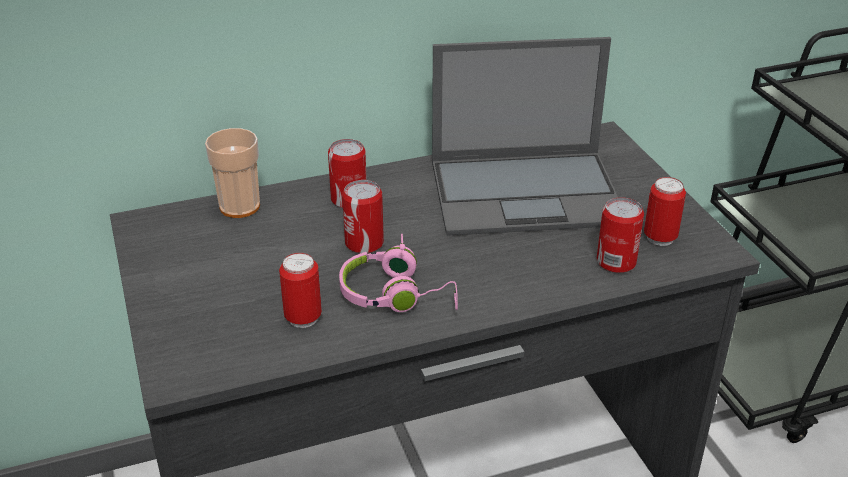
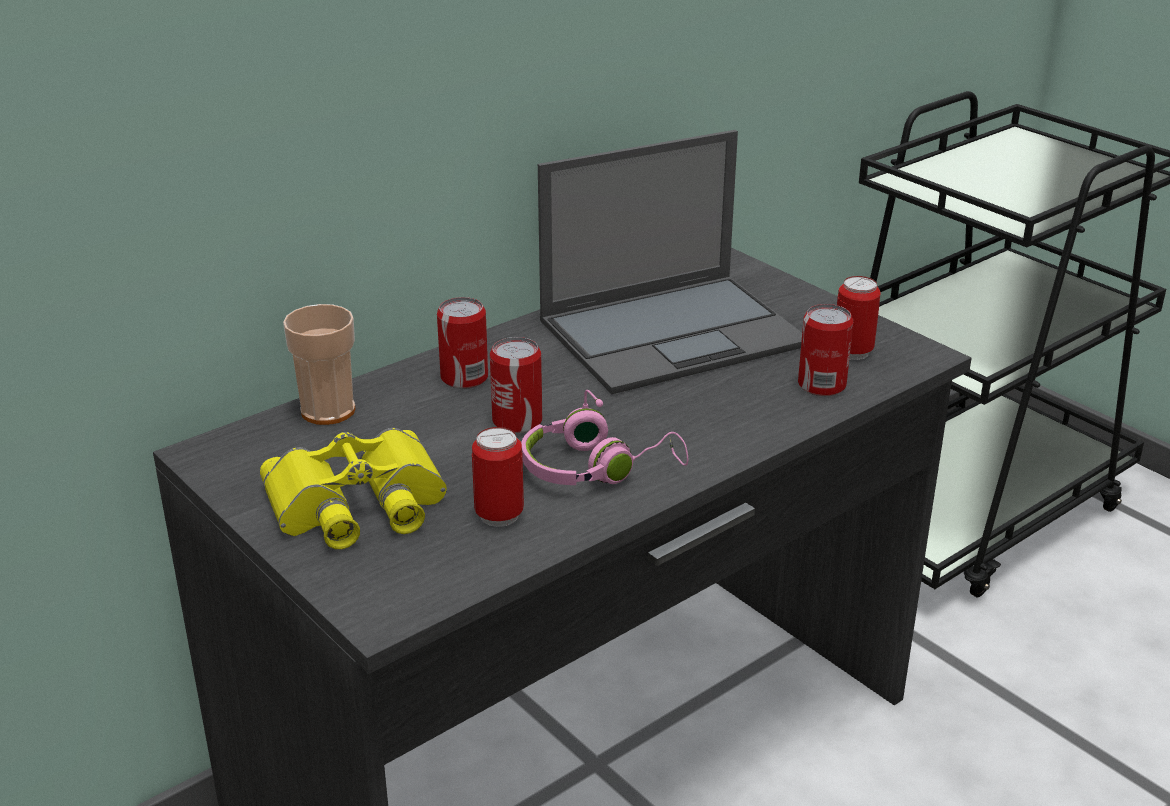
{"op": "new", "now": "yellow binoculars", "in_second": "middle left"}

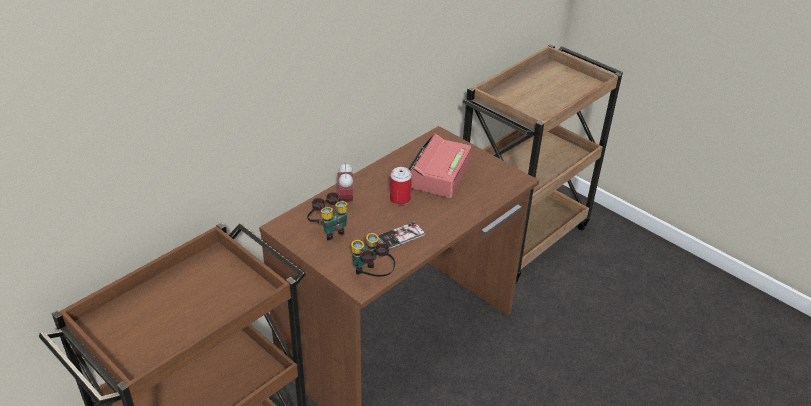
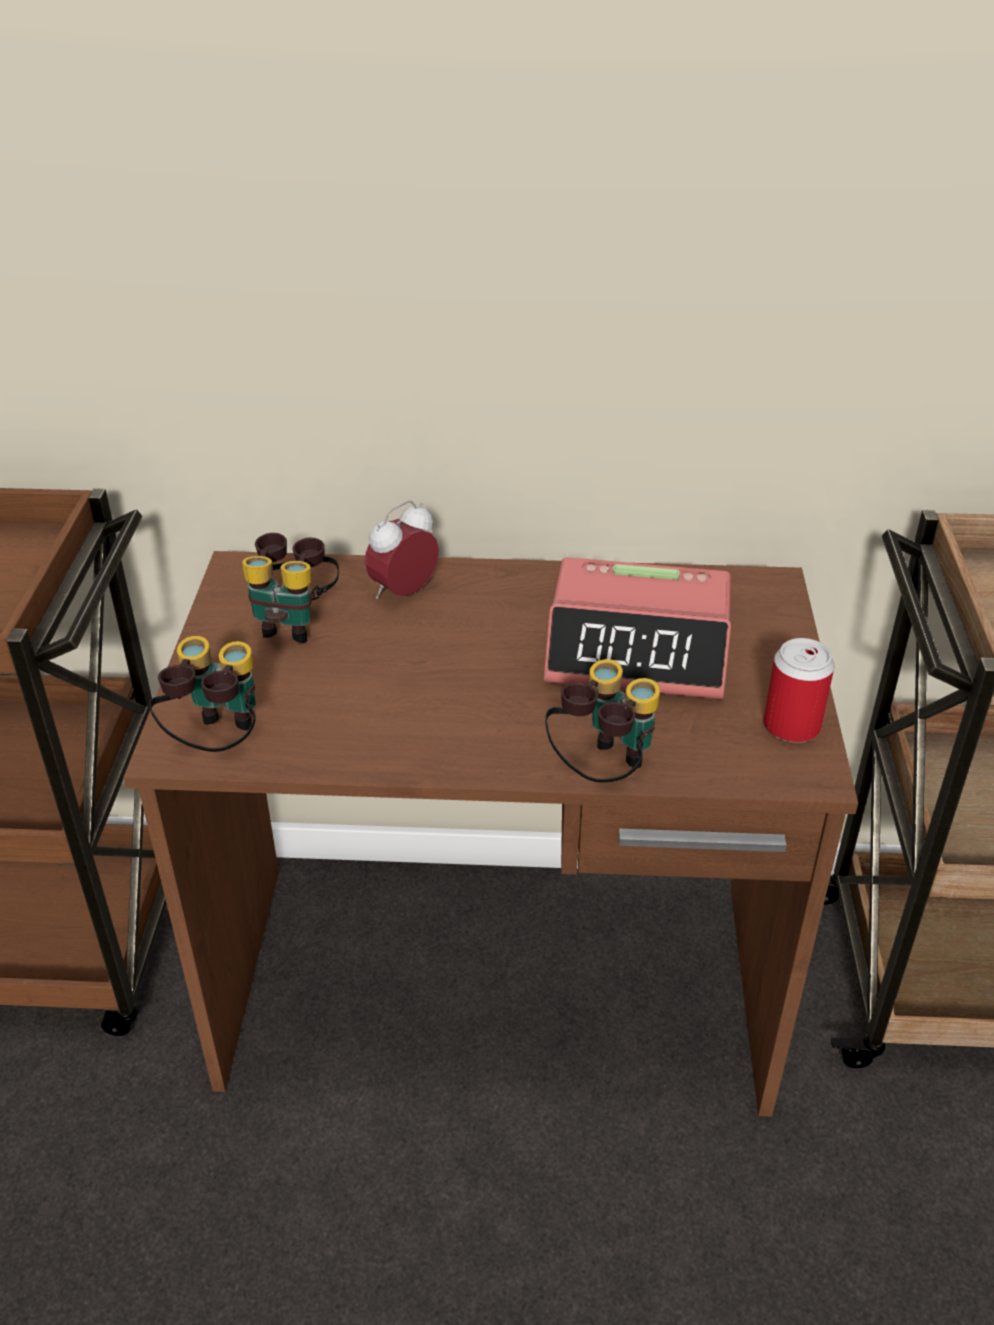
{"op": "gone", "was": "phone", "in_first": "centre"}
{"op": "shifted", "was": "can", "in_first": "centre", "in_second": "middle right"}
{"op": "rotated", "was": "alarm clock (no. 2 from left)", "in_first": "centre", "in_second": "centre", "clockwise": -150}
{"op": "new", "now": "binoculars (no. 3 from left)", "in_second": "centre"}

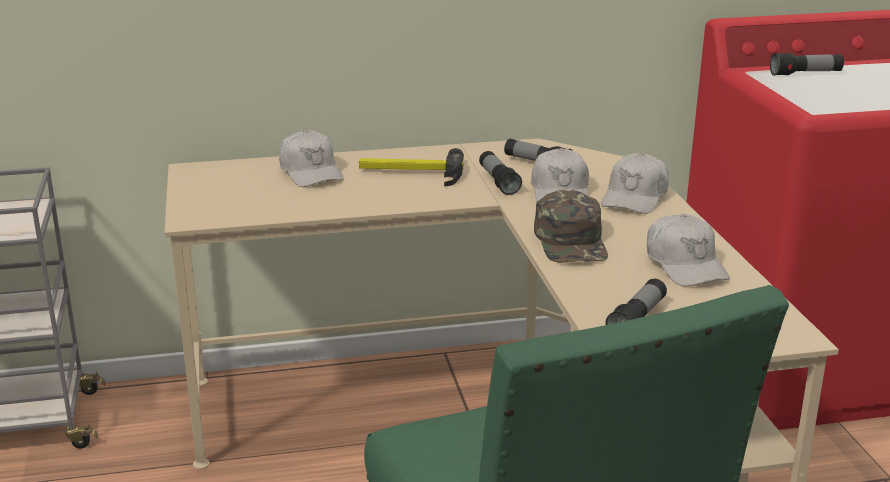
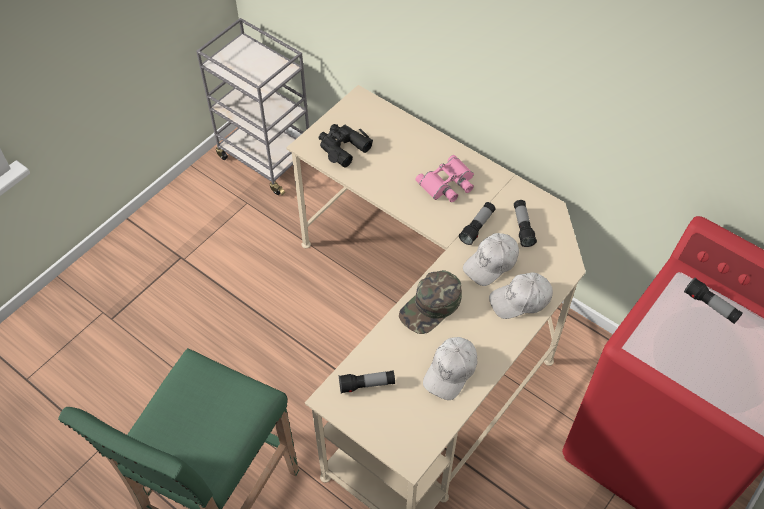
{"op": "gone", "was": "white cap (no. 1 from left)", "in_first": "top centre"}
{"op": "swapped", "was": "hammer", "now": "pink binoculars", "in_first": "centre", "in_second": "centre"}
{"op": "new", "now": "black binoculars", "in_second": "top centre"}

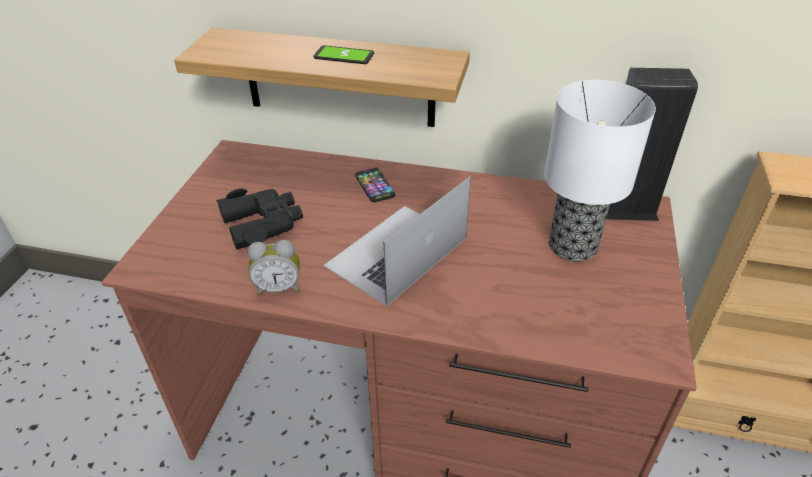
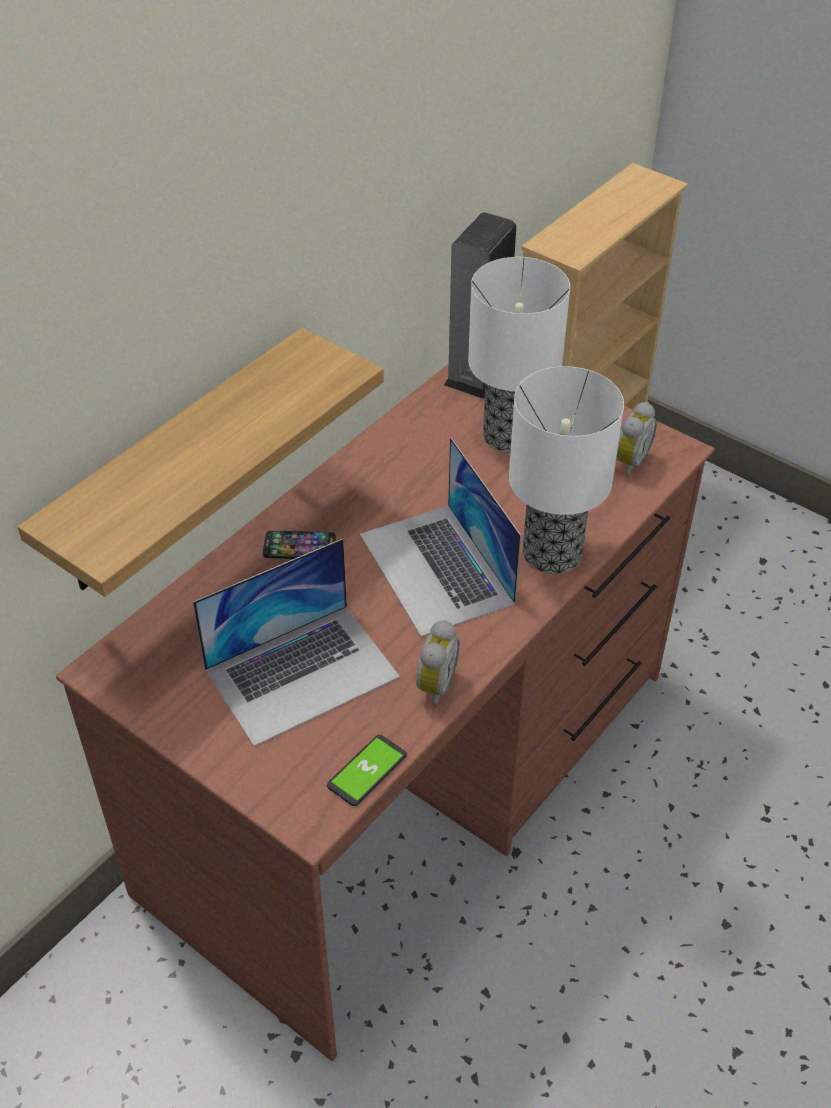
{"op": "swapped", "was": "black binoculars", "now": "laptop (no. 1 from left)", "in_first": "middle left", "in_second": "centre"}
{"op": "shifted", "was": "phone (no. 1 from left in the first image)", "now": "phone (no. 2 from left)", "in_first": "top centre", "in_second": "bottom centre"}
{"op": "new", "now": "table lamp (no. 2 from left)", "in_second": "middle right"}
{"op": "new", "now": "alarm clock (no. 2 from left)", "in_second": "middle right"}

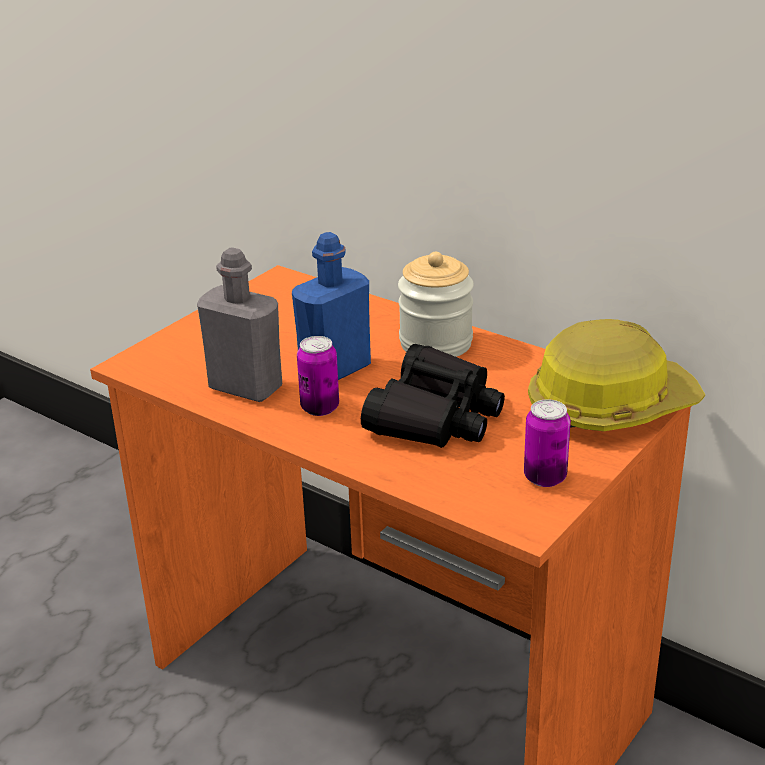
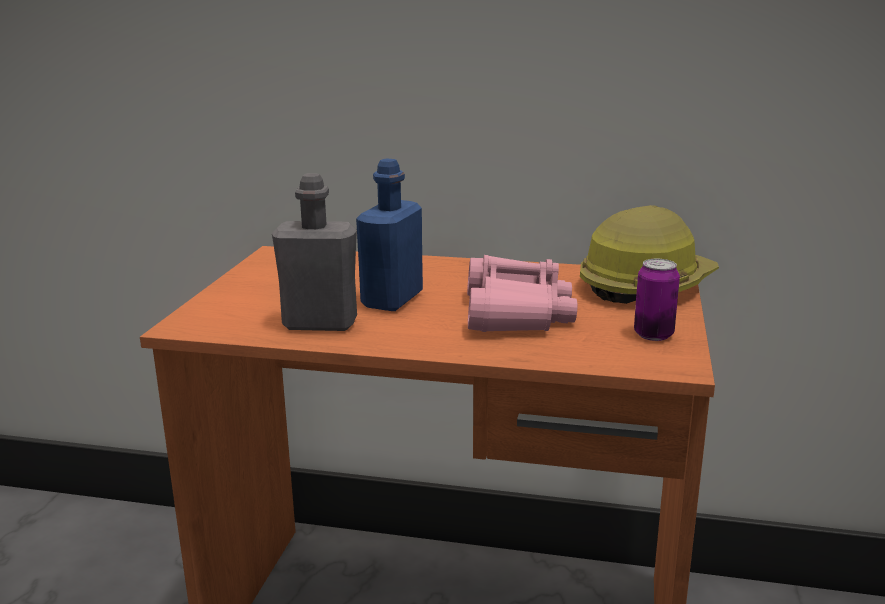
{"op": "gone", "was": "can (no. 1 from left)", "in_first": "centre"}
{"op": "repainted", "was": "black binoculars", "now": "pink binoculars", "in_first": "centre", "in_second": "centre"}
{"op": "gone", "was": "jar", "in_first": "centre"}

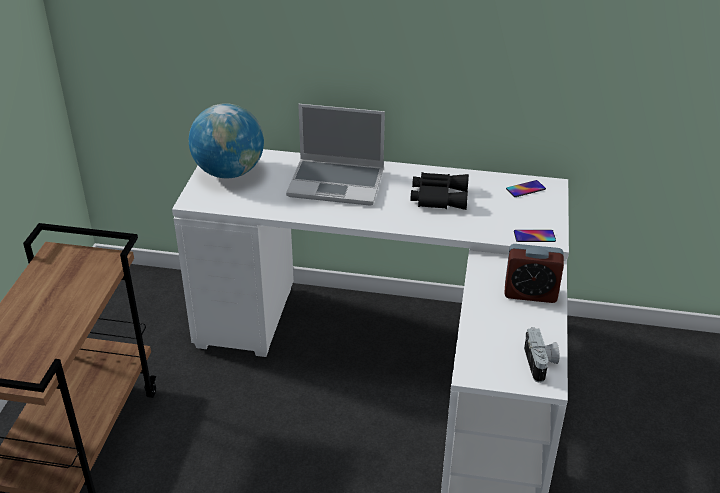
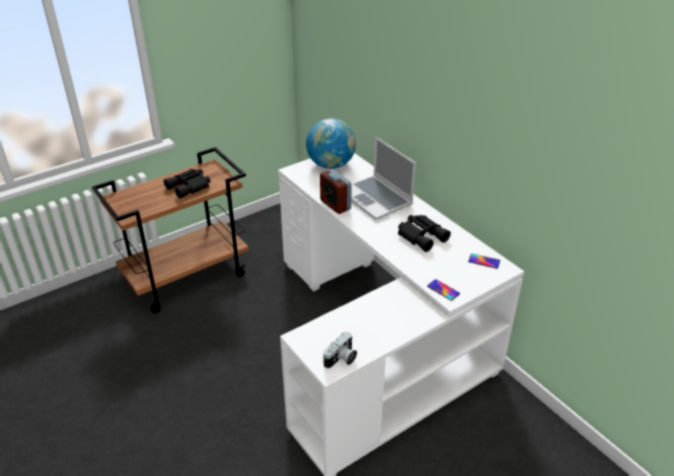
{"op": "shifted", "was": "alarm clock", "in_first": "middle right", "in_second": "centre"}
{"op": "new", "now": "black binoculars (no. 1 from left)", "in_second": "middle left"}

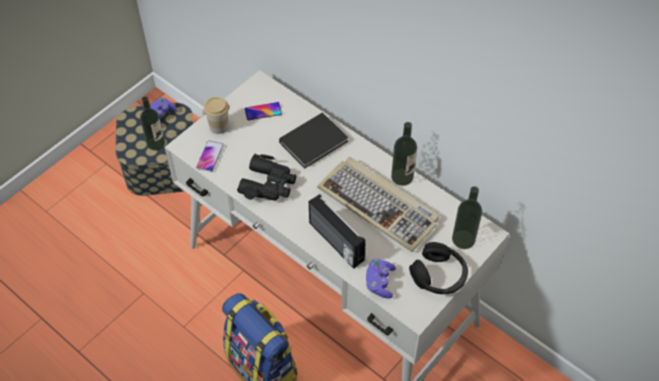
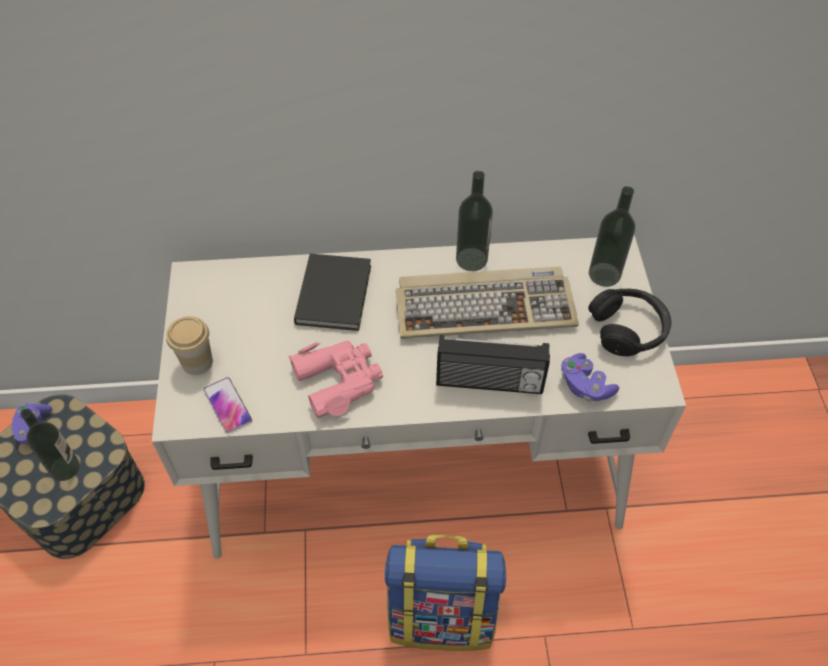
{"op": "repainted", "was": "black binoculars", "now": "pink binoculars", "in_first": "centre", "in_second": "centre"}
{"op": "gone", "was": "phone (no. 2 from left)", "in_first": "top centre"}

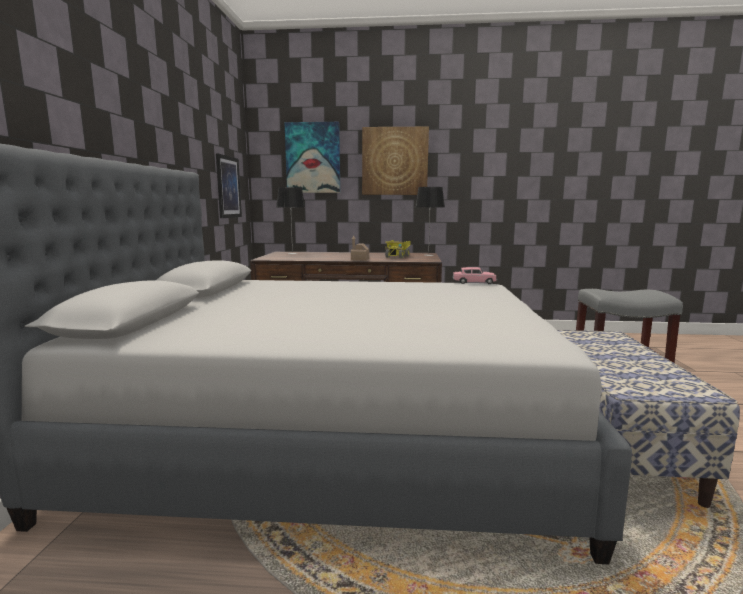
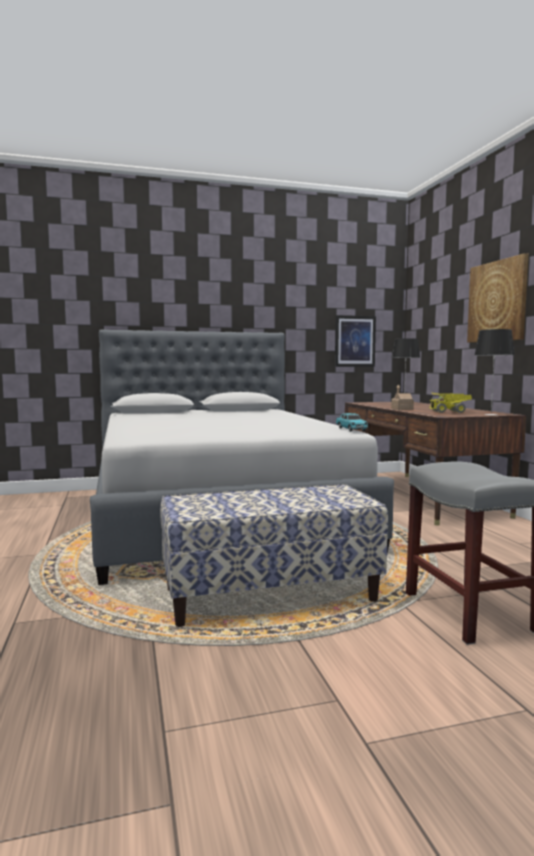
{"op": "gone", "was": "picture (no. 2 from left)", "in_first": "top centre"}
{"op": "repainted", "was": "pink toy car", "now": "turquoise toy car", "in_first": "centre", "in_second": "centre"}

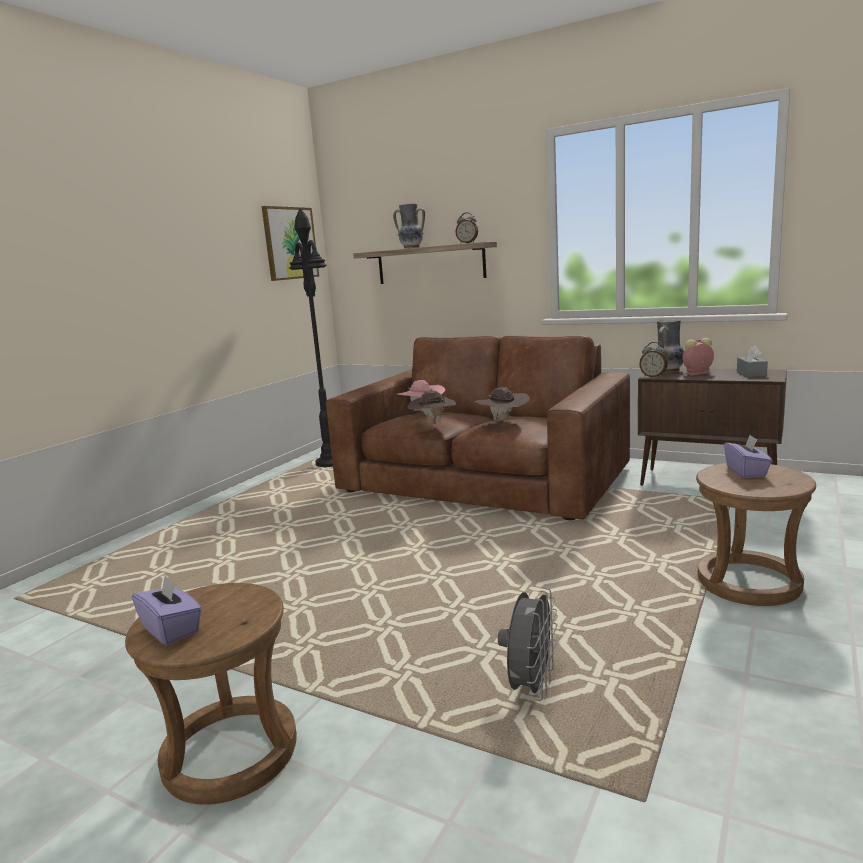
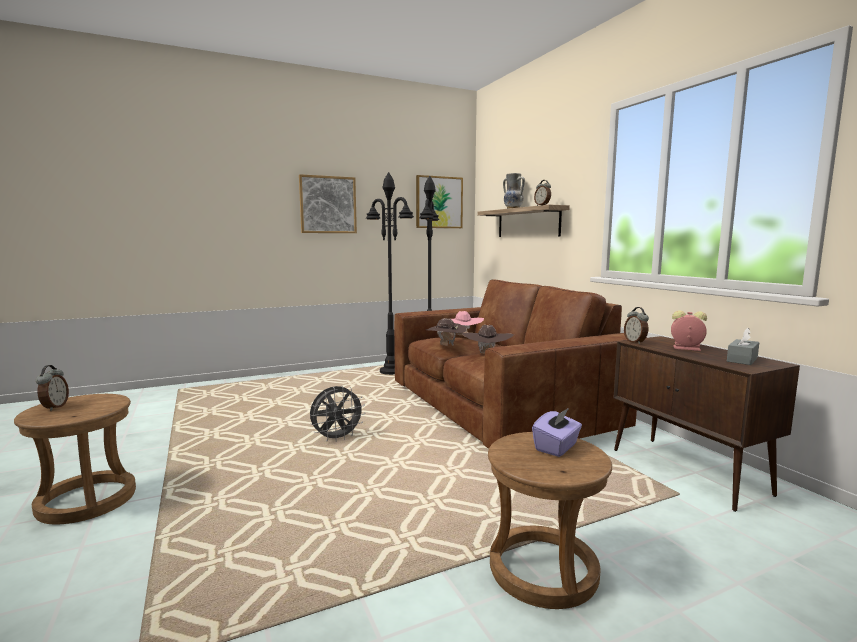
{"op": "swapped", "was": "purple tissue box (no. 1 from left)", "now": "alarm clock (no. 1 from left)", "in_first": "bottom left", "in_second": "middle left"}
{"op": "shifted", "was": "grey fan", "in_first": "bottom centre", "in_second": "centre"}
{"op": "gone", "was": "vase (no. 2 from left)", "in_first": "middle right"}
{"op": "new", "now": "picture (no. 1 from left)", "in_second": "top centre"}
{"op": "new", "now": "black floor lamp (no. 1 from left)", "in_second": "centre"}

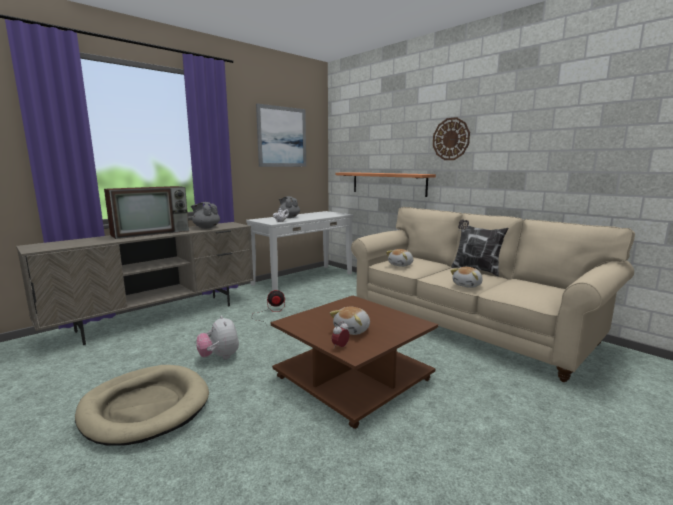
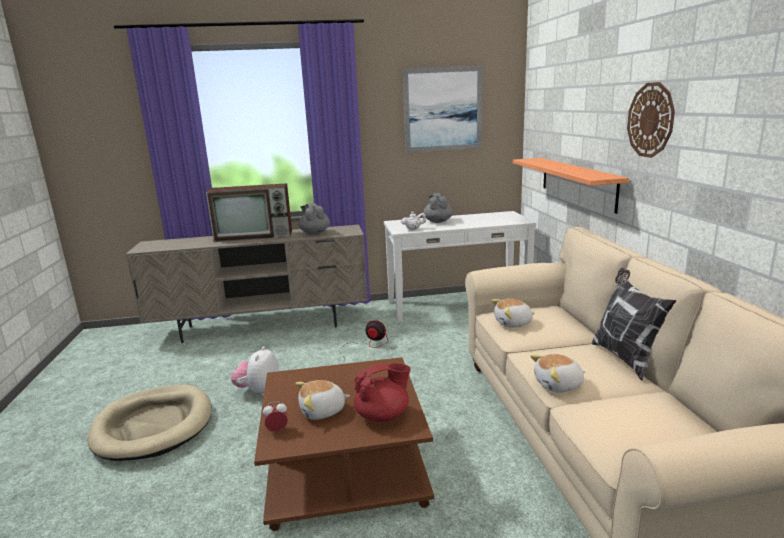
{"op": "new", "now": "red teapot", "in_second": "bottom centre"}

